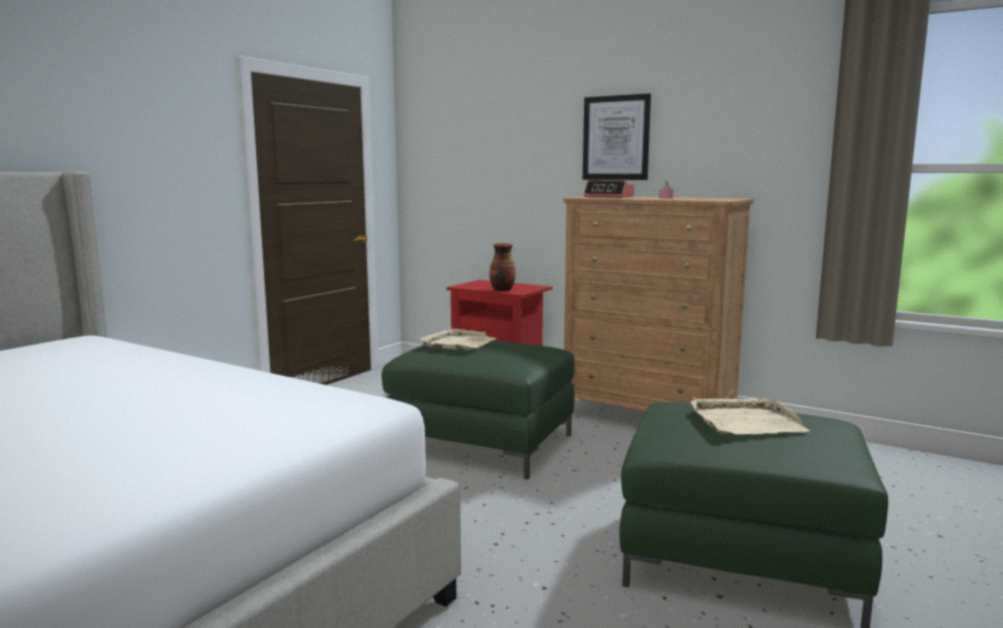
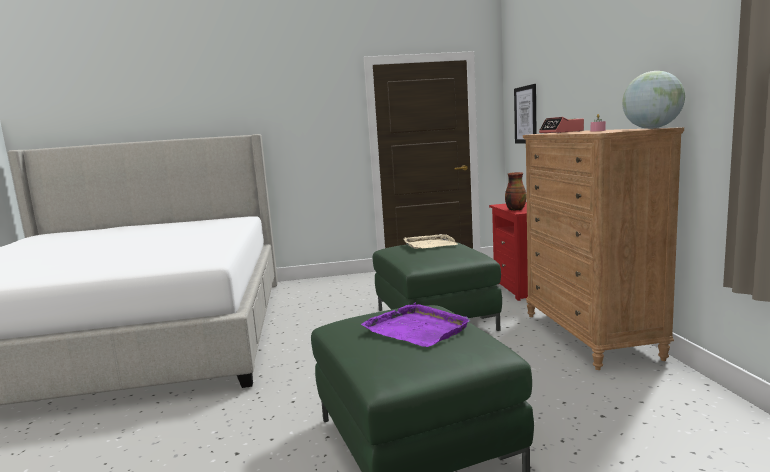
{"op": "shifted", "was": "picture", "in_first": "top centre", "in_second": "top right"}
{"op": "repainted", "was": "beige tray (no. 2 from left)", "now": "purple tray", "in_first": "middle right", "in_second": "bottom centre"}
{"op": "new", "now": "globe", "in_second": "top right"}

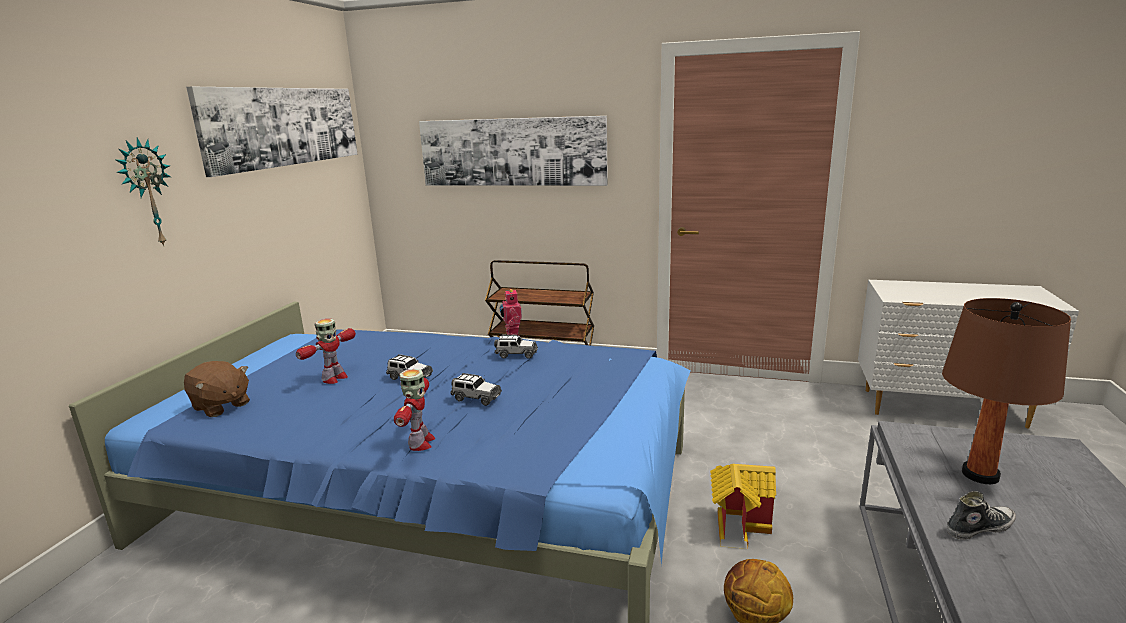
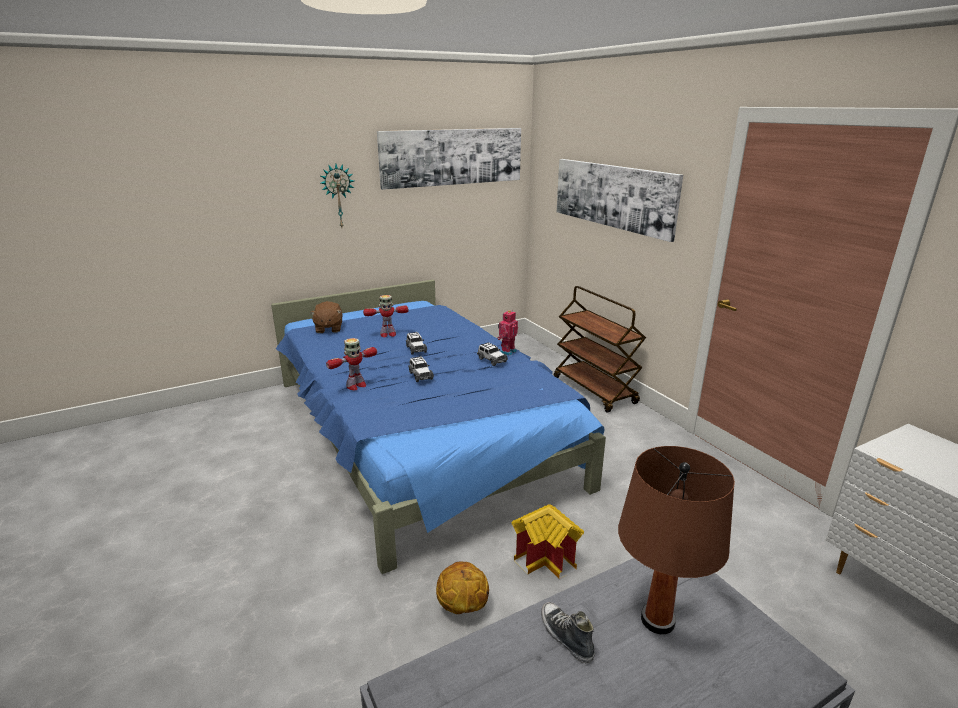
{"op": "rotated", "was": "shoe", "in_first": "bottom right", "in_second": "bottom centre", "clockwise": -150}

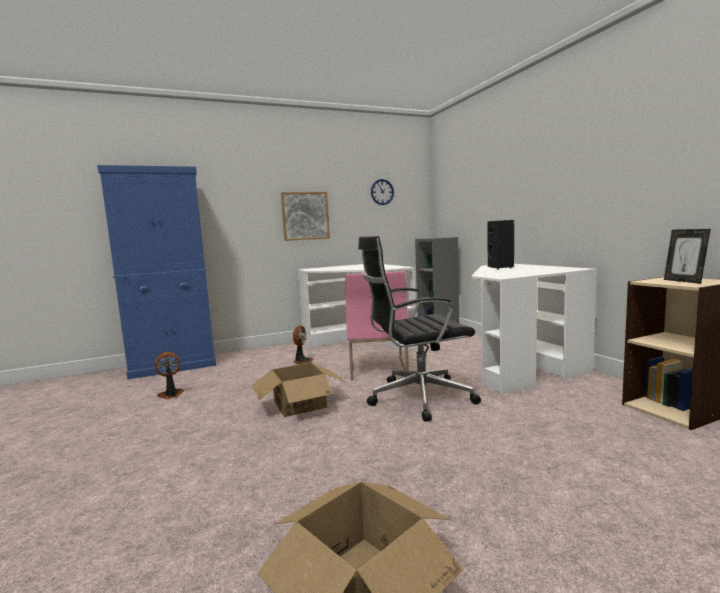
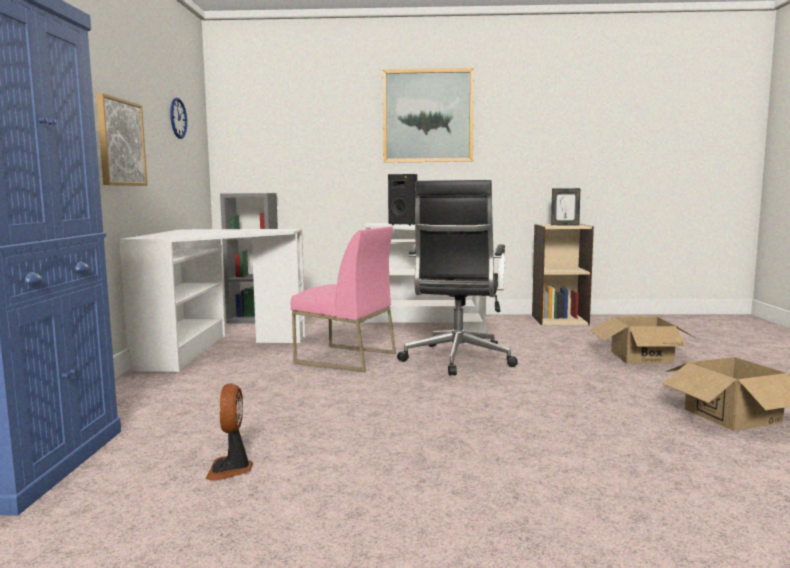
{"op": "shifted", "was": "cardboard box (no. 1 from left)", "in_first": "centre", "in_second": "middle right"}
{"op": "gone", "was": "fan (no. 2 from left)", "in_first": "centre"}
{"op": "new", "now": "picture (no. 2 from left)", "in_second": "top centre"}

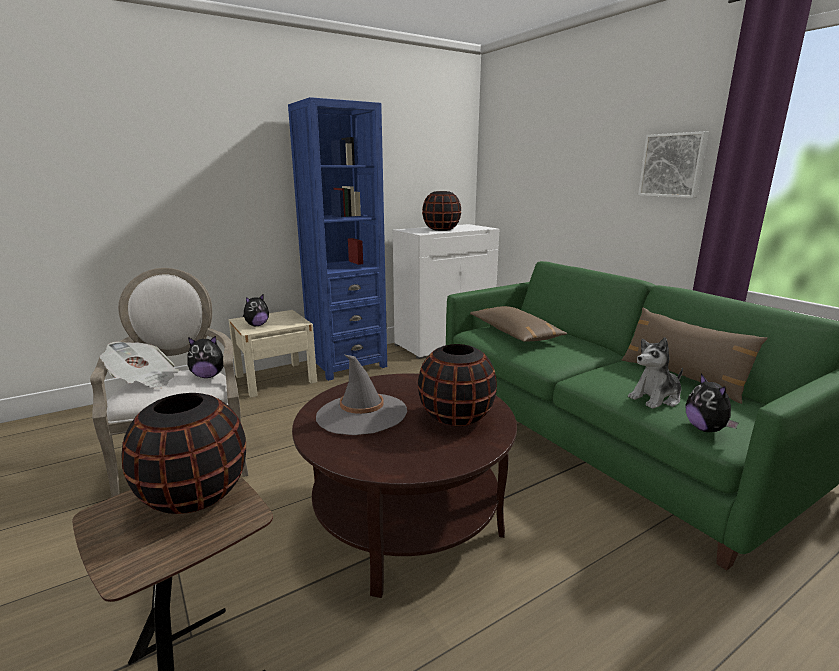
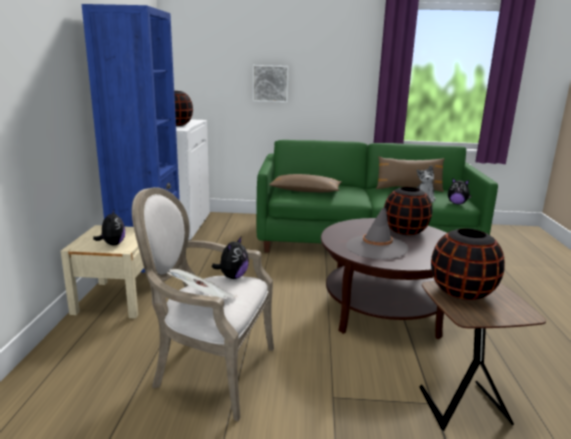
{"op": "shifted", "was": "picture", "in_first": "top right", "in_second": "top centre"}

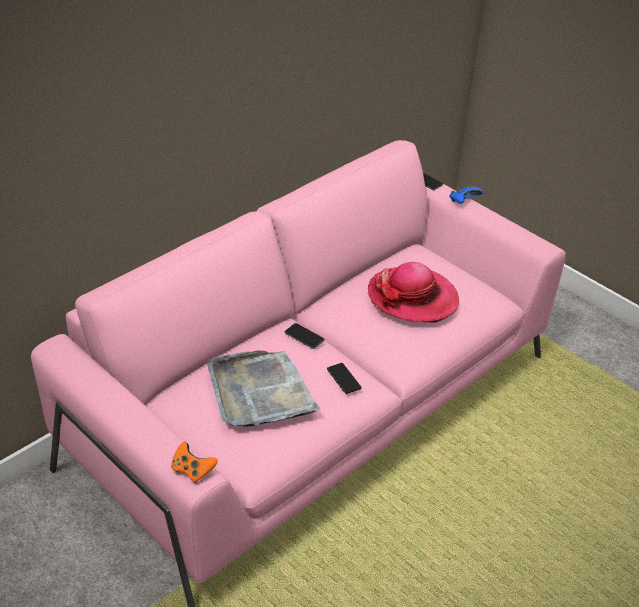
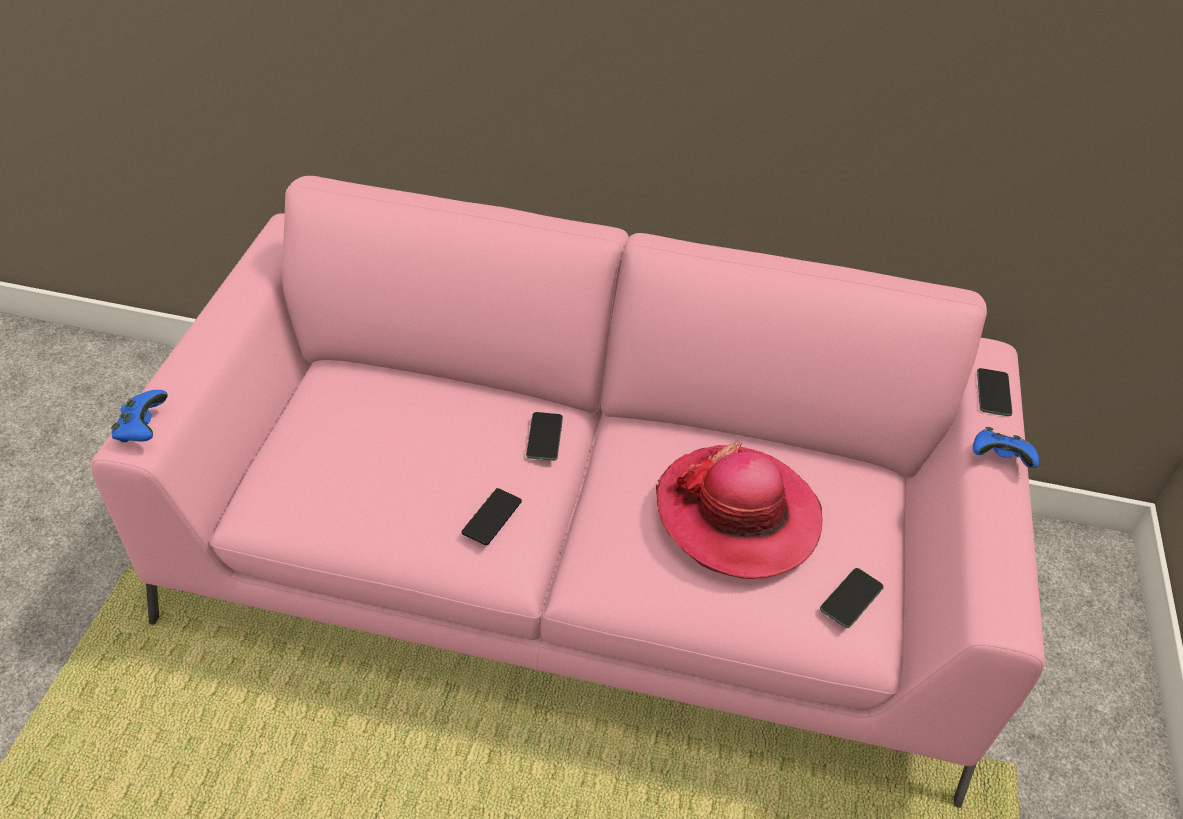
{"op": "repainted", "was": "orange game controller", "now": "blue game controller (no. 1 from left)", "in_first": "bottom left", "in_second": "middle left"}
{"op": "gone", "was": "grey tray", "in_first": "centre"}
{"op": "new", "now": "phone (no. 3 from left)", "in_second": "bottom right"}

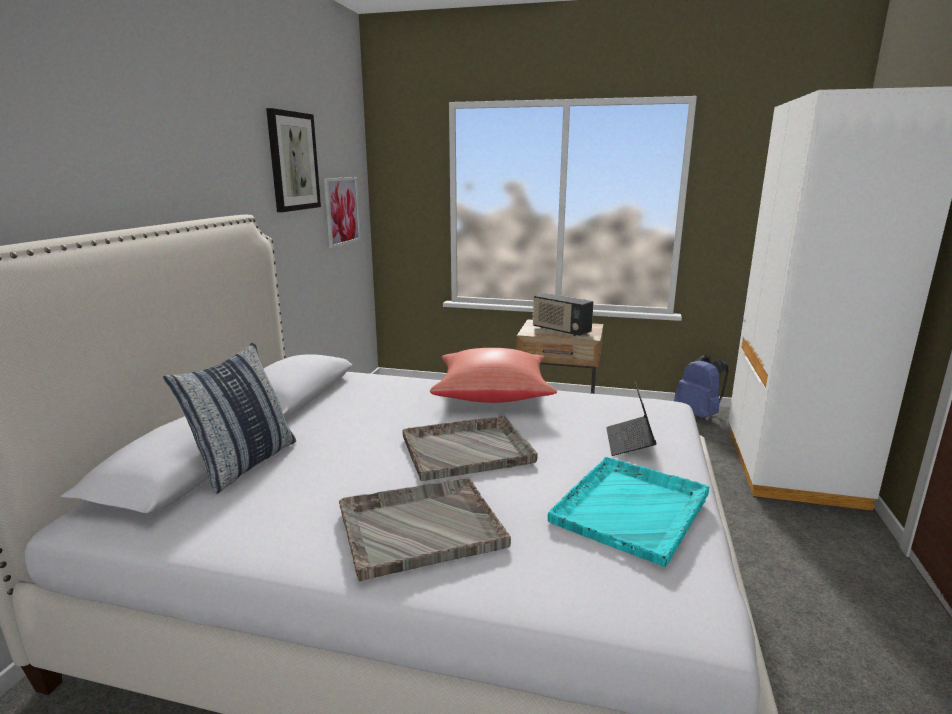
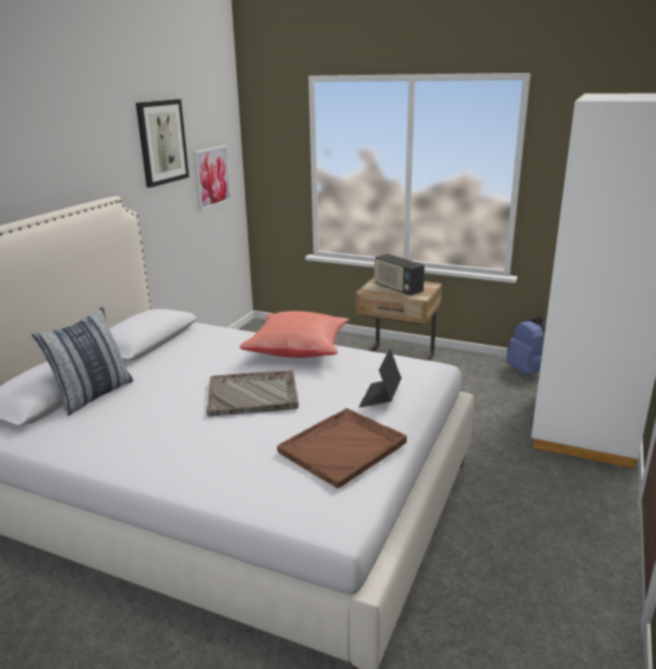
{"op": "gone", "was": "grey tray (no. 1 from left)", "in_first": "bottom centre"}
{"op": "repainted", "was": "turquoise tray", "now": "brown tray", "in_first": "bottom centre", "in_second": "bottom centre"}

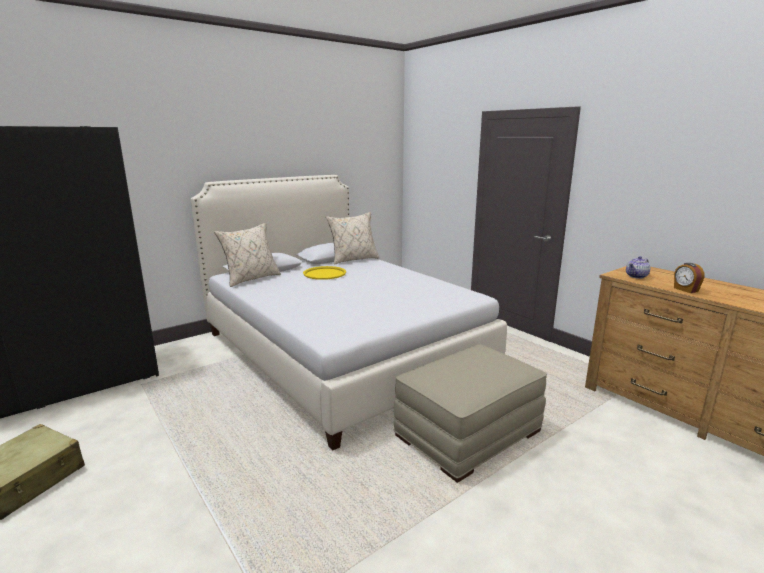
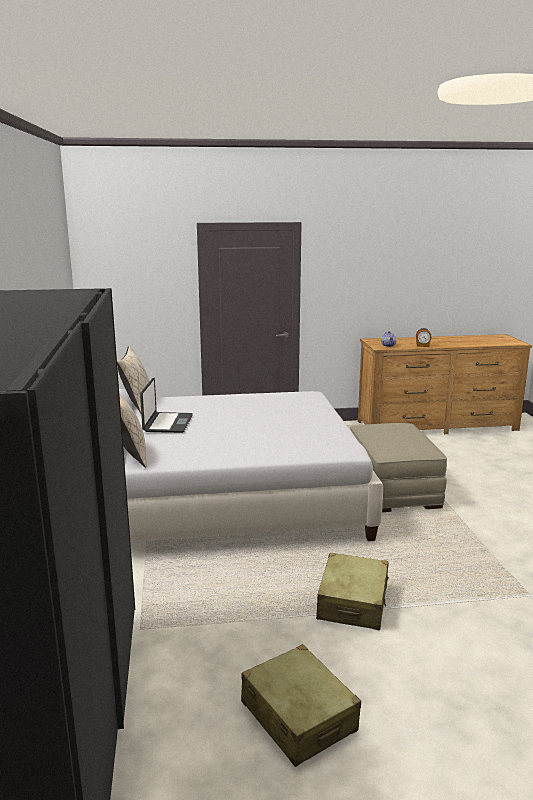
{"op": "swapped", "was": "yellow tray", "now": "laptop", "in_first": "centre", "in_second": "middle left"}
{"op": "new", "now": "beige suitcase (no. 2 from left)", "in_second": "bottom centre"}

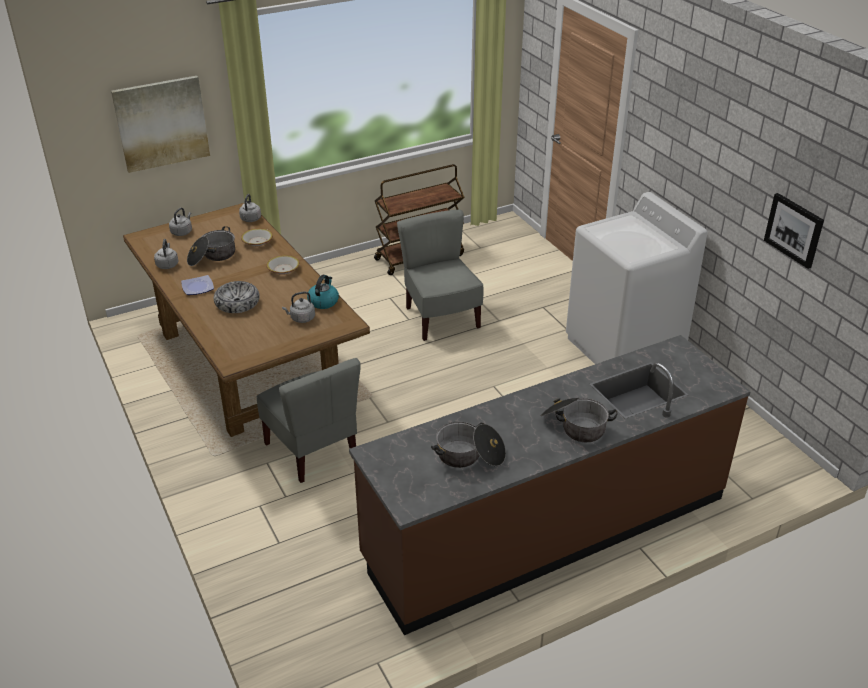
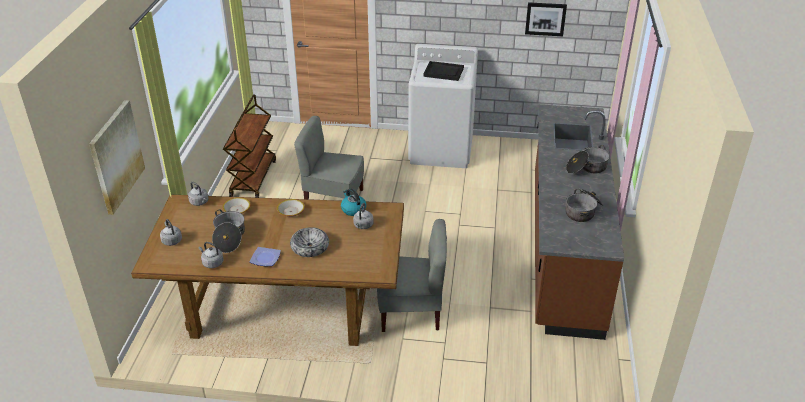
{"op": "new", "now": "black tray", "in_second": "top centre"}

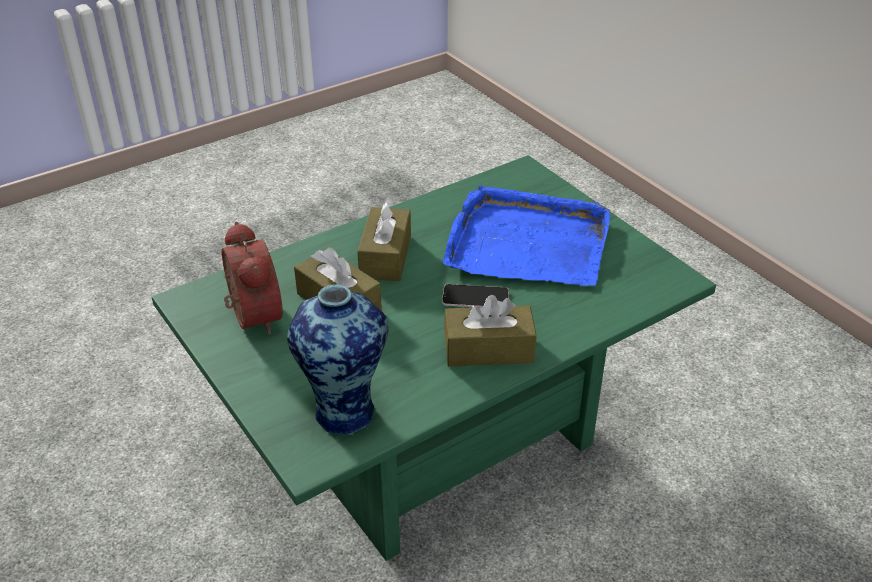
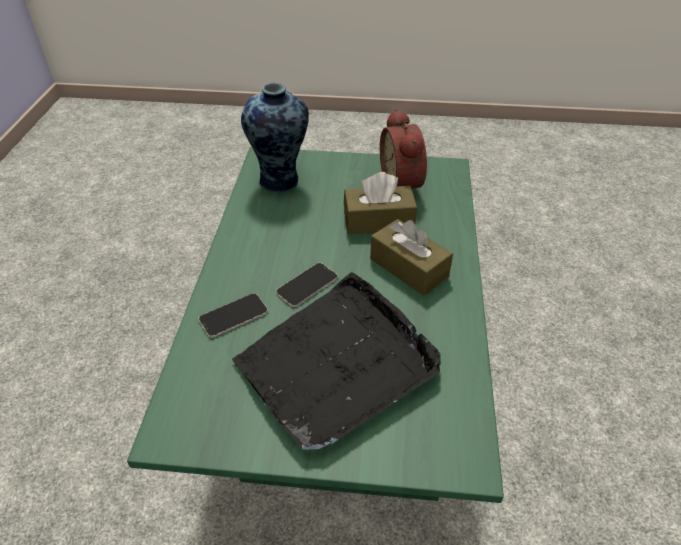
{"op": "rotated", "was": "alarm clock", "in_first": "middle left", "in_second": "top centre", "clockwise": 60}
{"op": "repainted", "was": "blue tray", "now": "black tray", "in_first": "centre", "in_second": "centre"}
{"op": "gone", "was": "brown tissue box (no. 3 from left)", "in_first": "centre"}
{"op": "new", "now": "phone (no. 1 from left)", "in_second": "centre"}

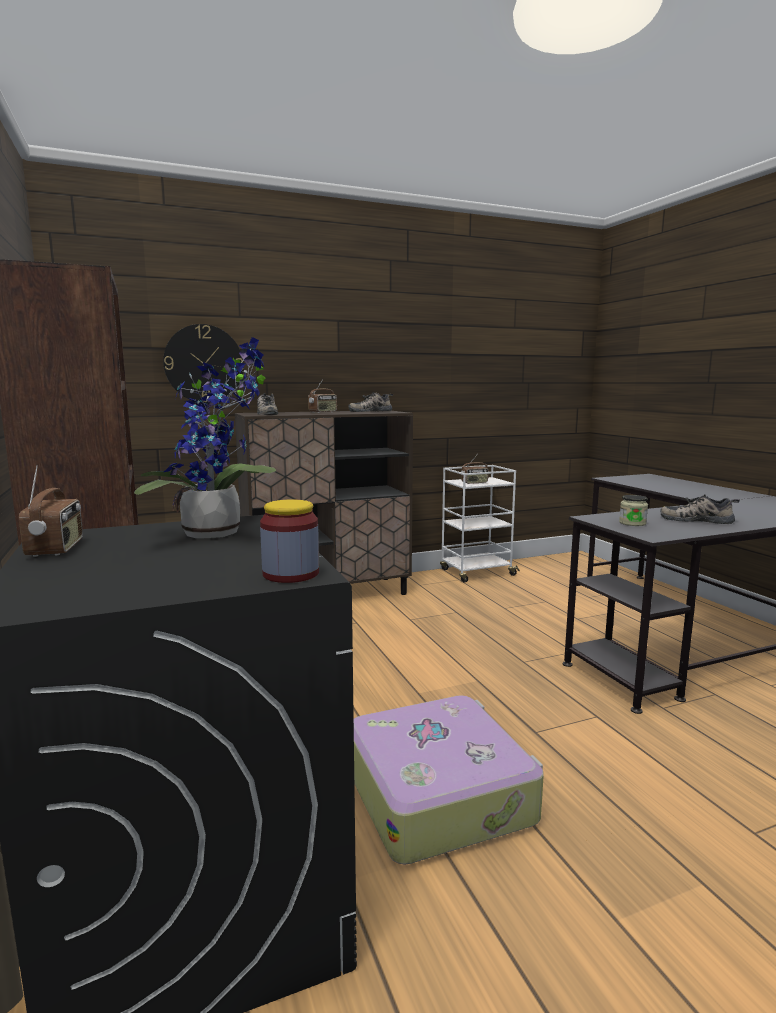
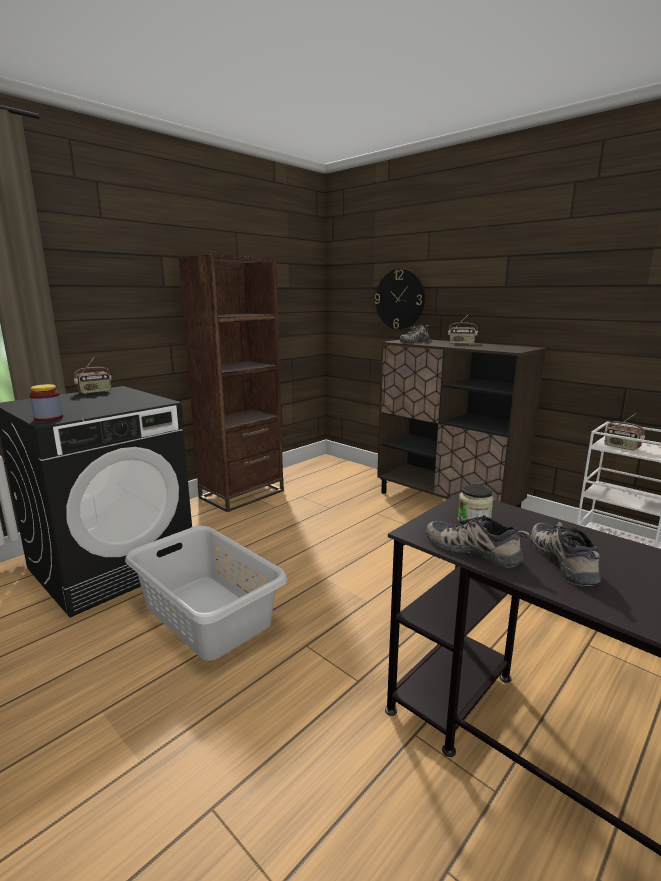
{"op": "gone", "was": "potted plant", "in_first": "middle left"}
{"op": "shifted", "was": "shoe (no. 2 from left)", "in_first": "centre", "in_second": "middle right"}
{"op": "swapped", "was": "suitcase", "now": "grey laundry basket", "in_first": "bottom centre", "in_second": "bottom left"}

